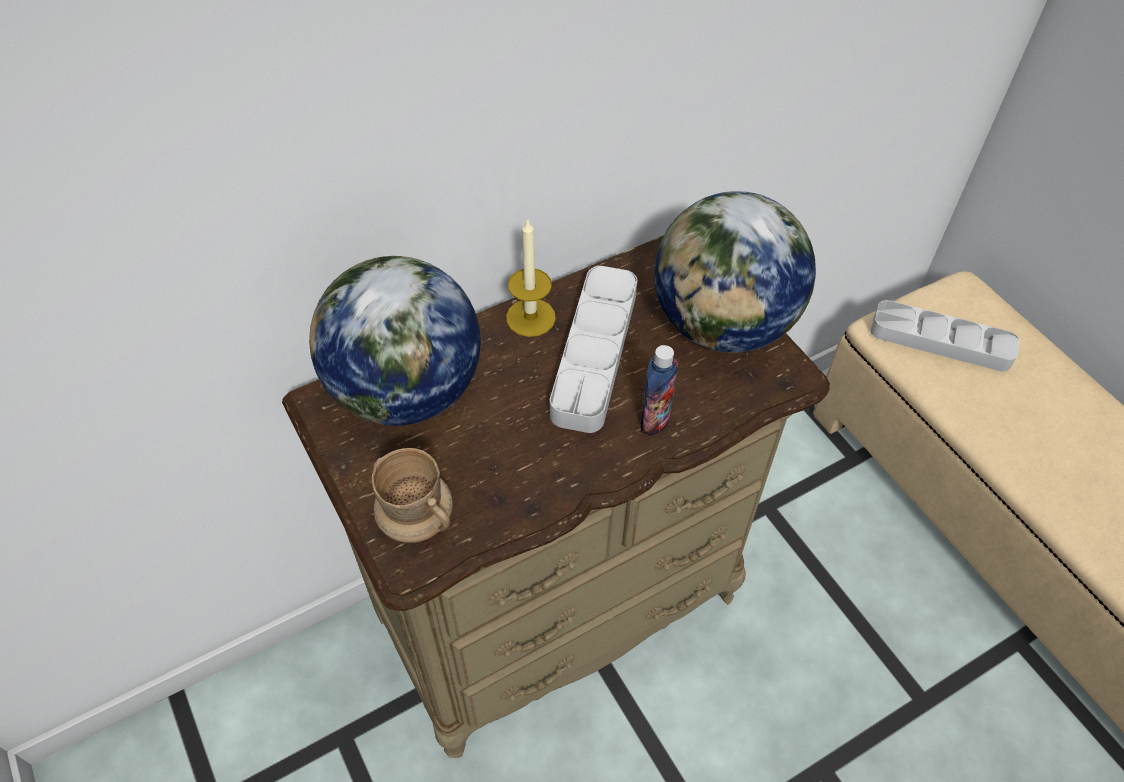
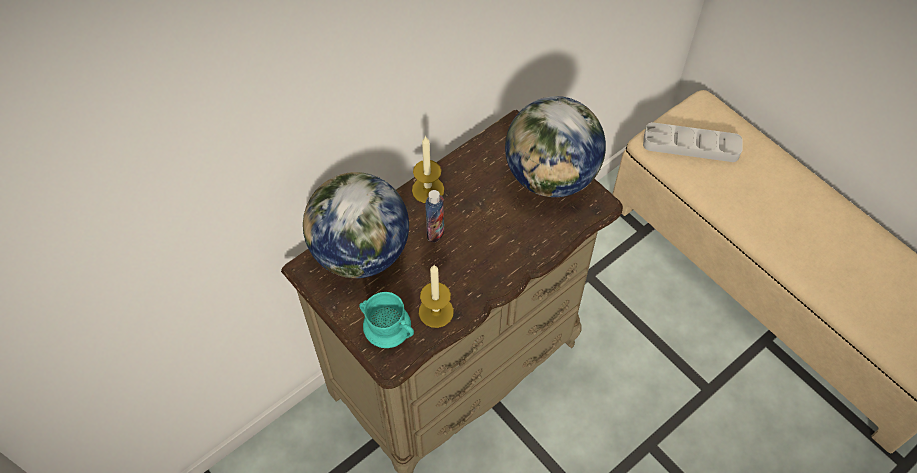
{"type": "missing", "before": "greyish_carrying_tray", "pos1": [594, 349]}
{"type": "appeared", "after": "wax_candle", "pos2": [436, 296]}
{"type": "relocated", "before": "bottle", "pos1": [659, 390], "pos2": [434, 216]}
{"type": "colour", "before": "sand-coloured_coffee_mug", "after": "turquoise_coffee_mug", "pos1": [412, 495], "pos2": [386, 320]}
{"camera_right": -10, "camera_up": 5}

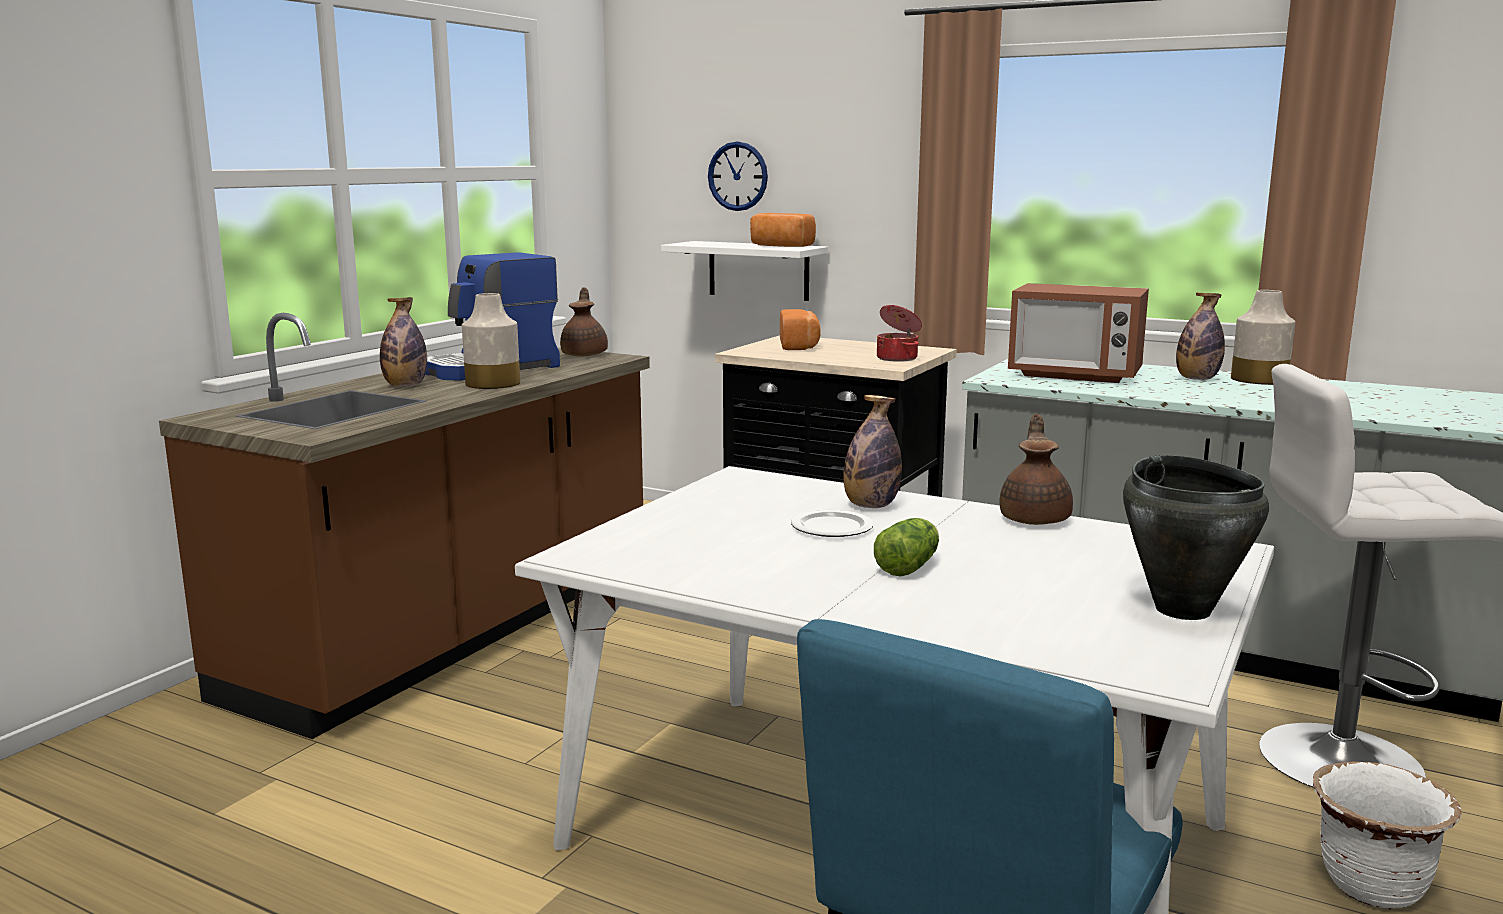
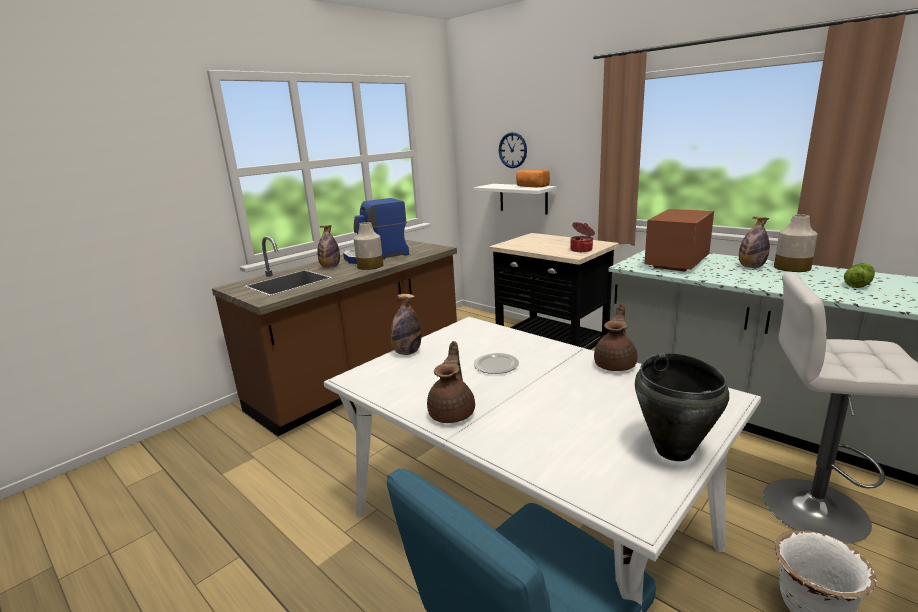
{"type": "missing", "before": "baked_bread", "pos1": [800, 329]}
{"type": "relocated", "before": "brown_tea_pot", "pos1": [584, 321], "pos2": [451, 382]}
{"type": "relocated", "before": "bottle", "pos1": [872, 451], "pos2": [405, 324]}
{"type": "relocated", "before": "head_of_lettuce", "pos1": [906, 547], "pos2": [859, 275]}
{"type": "spun", "before": "kitchen_microwave", "pos1": [1078, 333], "pos2": [679, 240], "turn": 90}
{"camera_right": 15, "camera_up": 5}

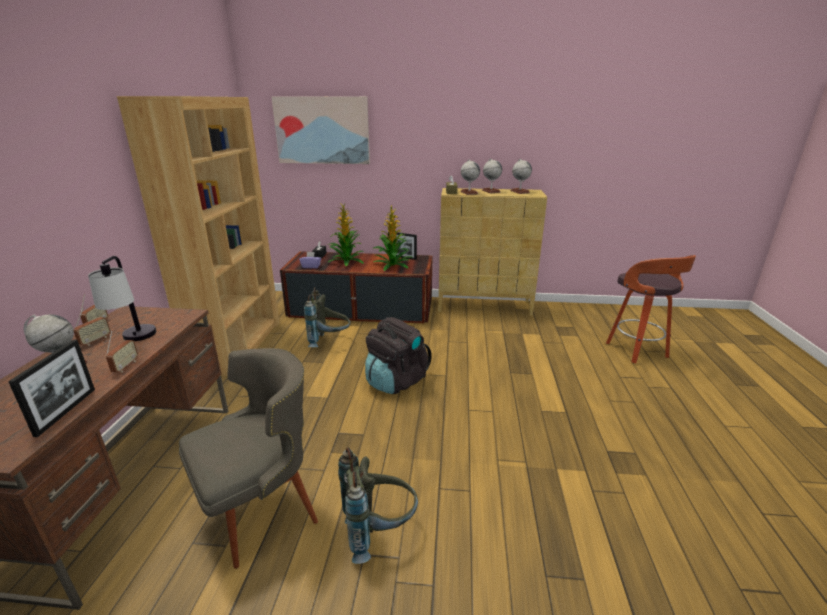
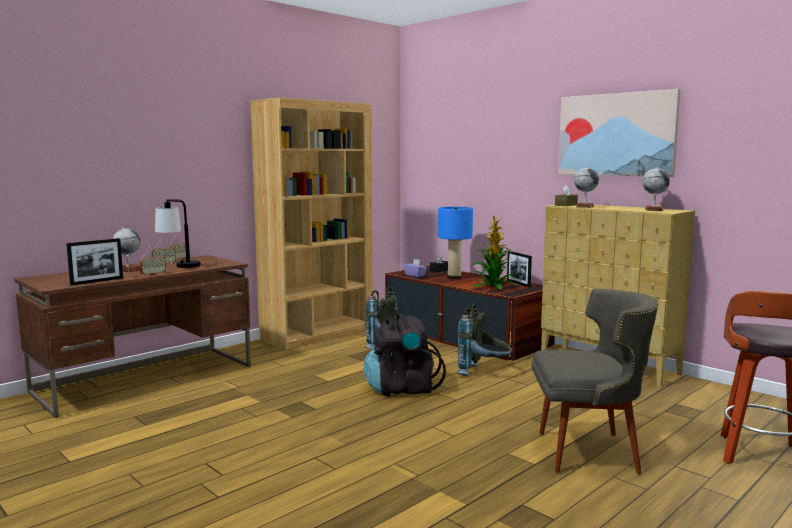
{"type": "missing", "before": "desk_globe", "pos1": [492, 175]}
{"type": "relocated", "before": "greyish_chair", "pos1": [248, 458], "pos2": [595, 381]}
{"type": "relocated", "before": "wall_art", "pos1": [320, 130], "pos2": [619, 133]}
{"type": "relocated", "before": "greyish_rucksack", "pos1": [378, 505], "pos2": [484, 339]}
{"type": "exchanged", "before": "houseplant", "after": "bluish_lamp_for_a_table", "pos1": [346, 234], "pos2": [455, 243]}
{"camera_right": 40, "camera_up": -15}

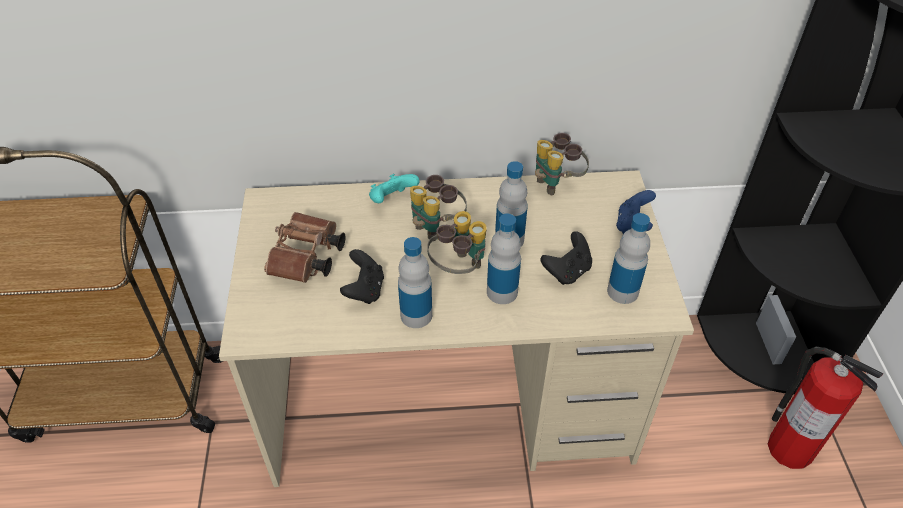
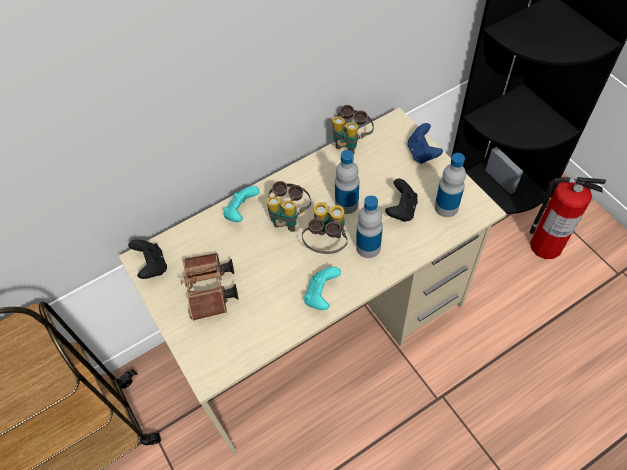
{"type": "relocated", "before": "blackish_joypad", "pos1": [362, 276], "pos2": [147, 259]}
{"type": "exchanged", "before": "bottle", "after": "turquoise_joypad", "pos1": [415, 282], "pos2": [322, 288]}
{"camera_right": -25, "camera_up": 10}

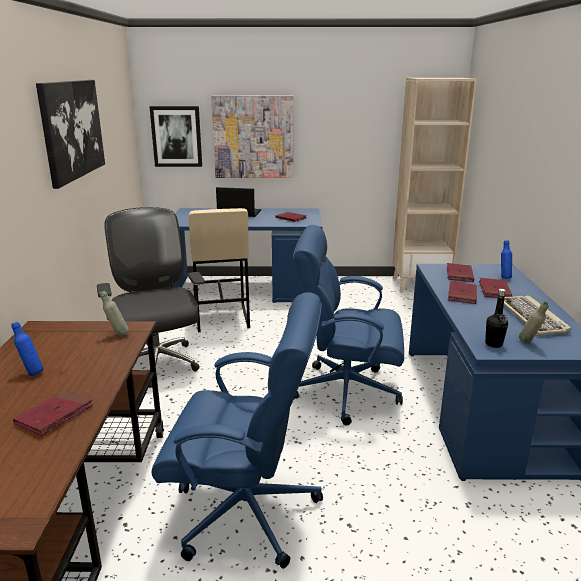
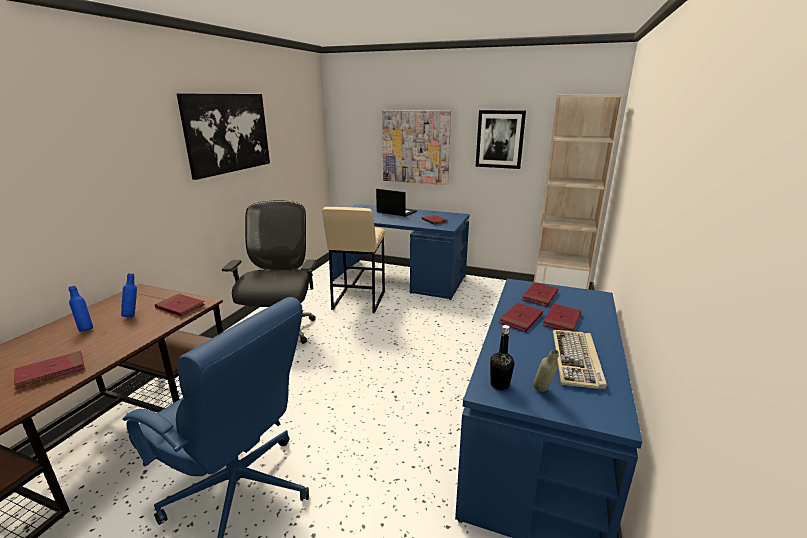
{"type": "missing", "before": "bluish_computer_chair", "pos1": [348, 325]}
{"type": "relocated", "before": "wall_art", "pos1": [176, 136], "pos2": [501, 139]}
{"type": "relocated", "before": "bluish_bottle", "pos1": [506, 259], "pos2": [129, 295]}
{"type": "exchanged", "before": "greyish_bottle", "after": "red-coloured_bound_book", "pos1": [114, 314], "pos2": [180, 305]}
{"camera_right": 20, "camera_up": 0}

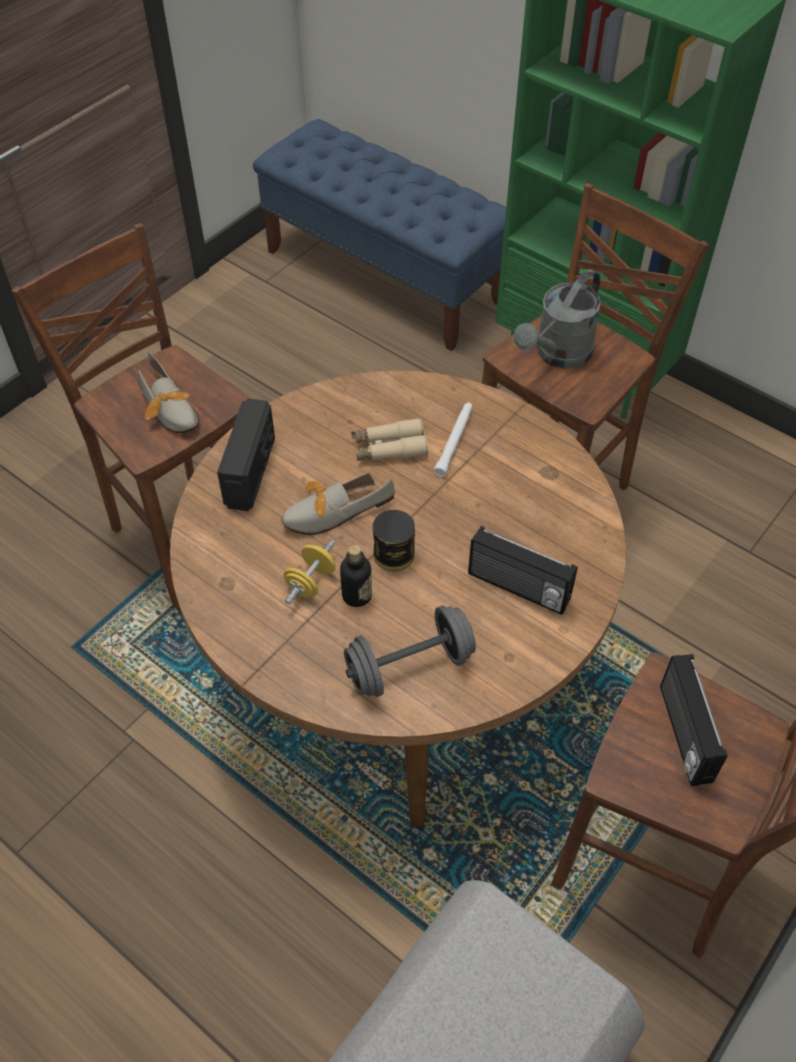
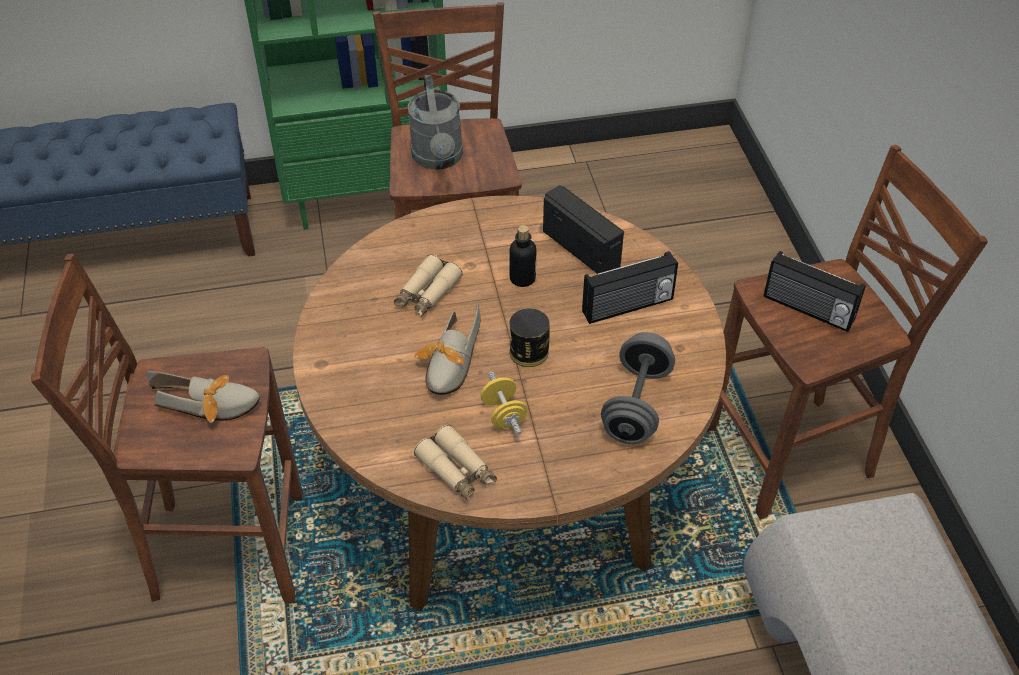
{"type": "missing", "before": "whitish_hand_torch", "pos1": [453, 439]}
{"type": "appeared", "after": "sand-coloured_pair_of_binoculars", "pos2": [455, 463]}
{"type": "relocated", "before": "radio_receiver", "pos1": [246, 454], "pos2": [583, 229]}
{"type": "relocated", "before": "bottle", "pos1": [356, 576], "pos2": [523, 256]}
{"camera_right": -50, "camera_up": -5}

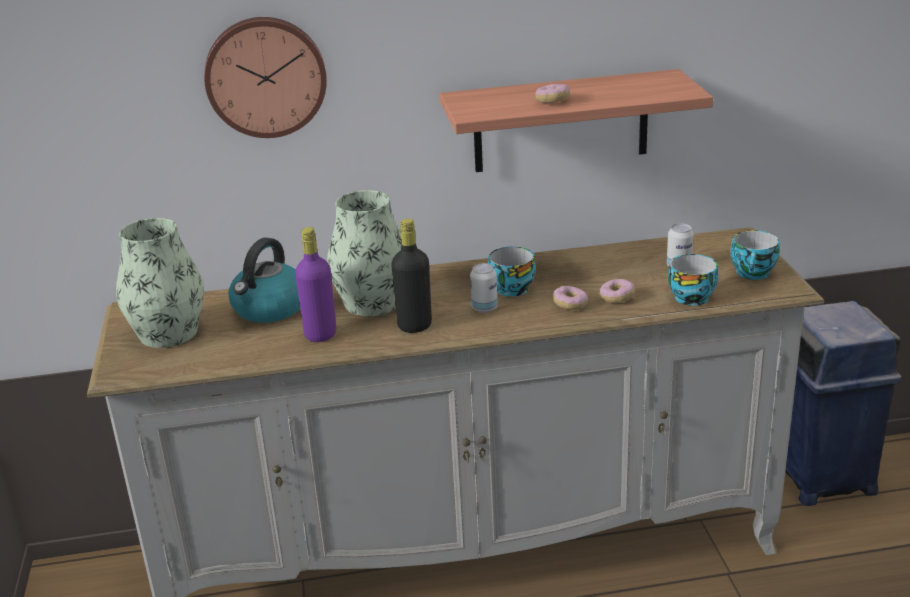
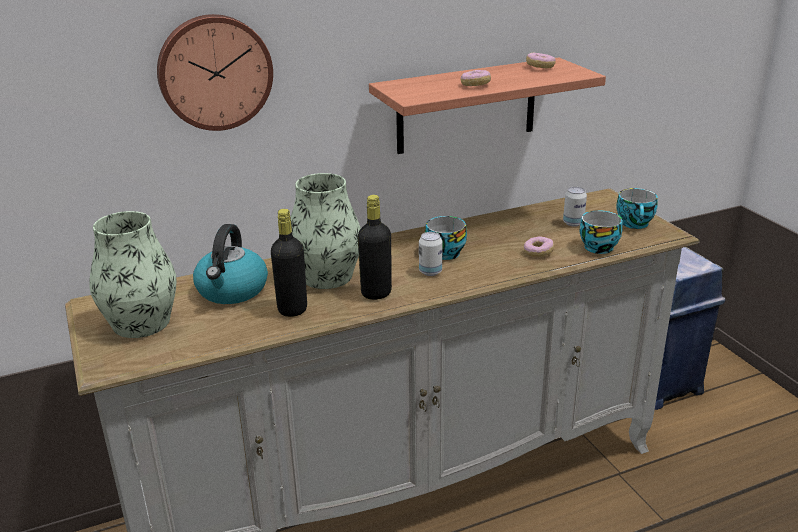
{"type": "relocated", "before": "ring_doughnut", "pos1": [570, 298], "pos2": [541, 61]}
{"type": "colour", "before": "purplish_bottle", "after": "blackish_bottle", "pos1": [315, 284], "pos2": [289, 263]}
{"camera_right": -15, "camera_up": 0}

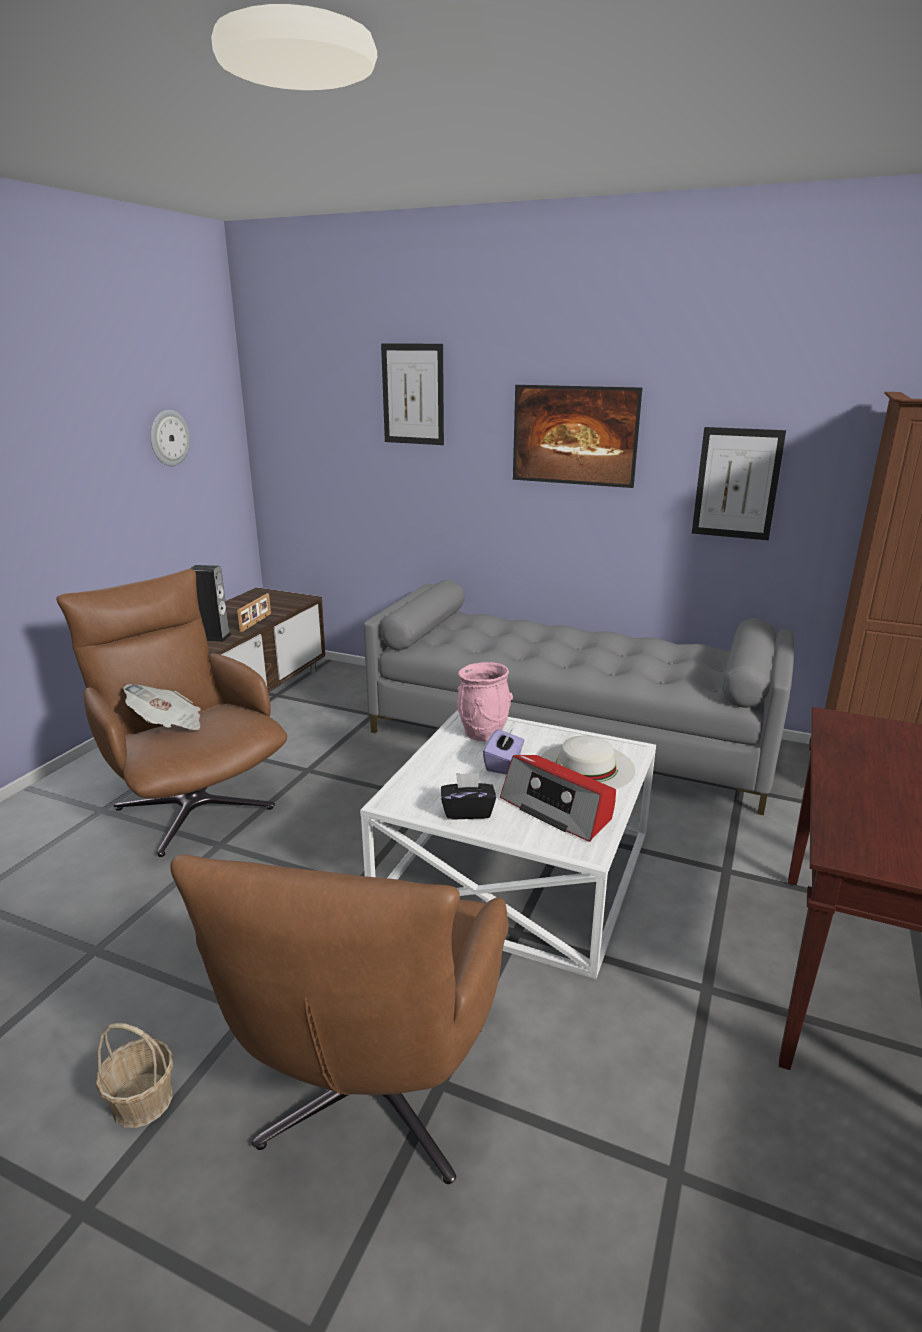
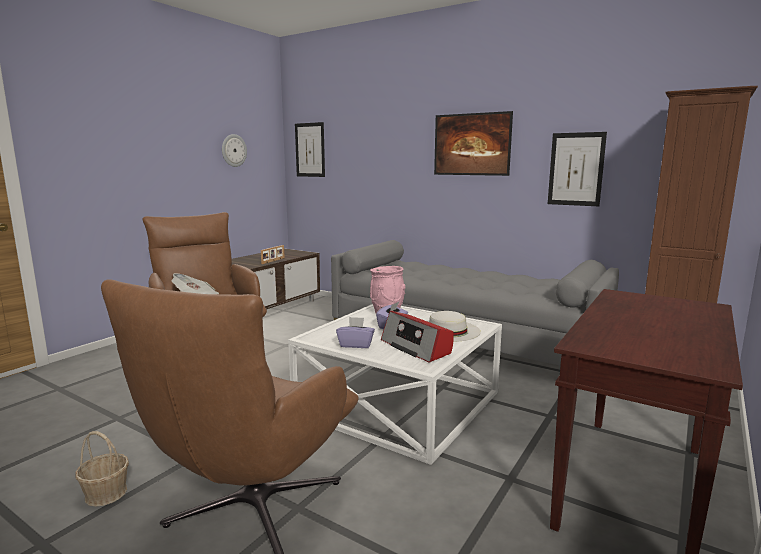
{"type": "missing", "before": "audio_speaker", "pos1": [211, 603]}
{"type": "relocated", "before": "wall_art", "pos1": [412, 394], "pos2": [310, 149]}
{"type": "colour", "before": "blackish_tissue_box", "after": "purplish_tissue_box", "pos1": [468, 796], "pos2": [355, 332]}
{"camera_right": 10, "camera_up": -10}

